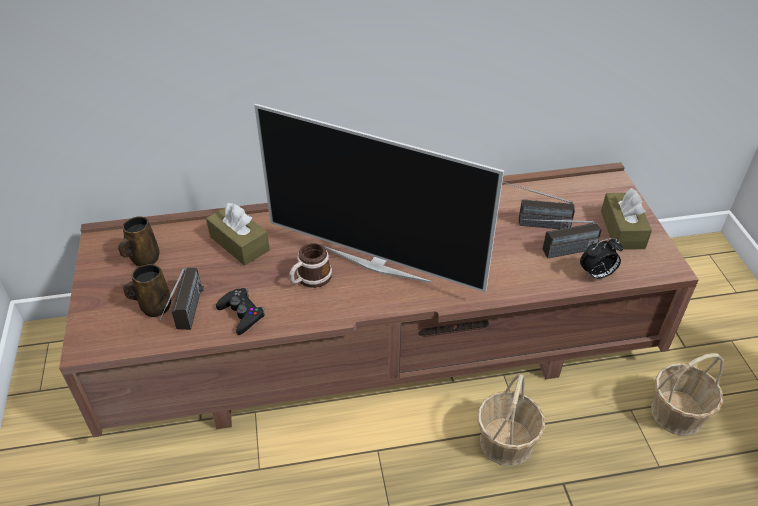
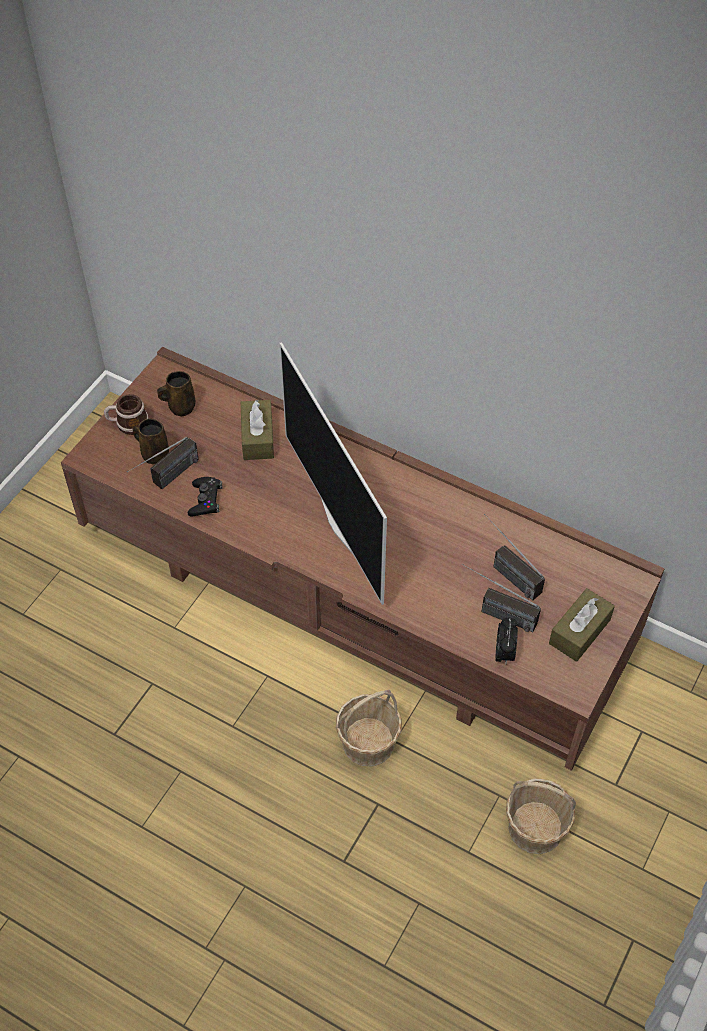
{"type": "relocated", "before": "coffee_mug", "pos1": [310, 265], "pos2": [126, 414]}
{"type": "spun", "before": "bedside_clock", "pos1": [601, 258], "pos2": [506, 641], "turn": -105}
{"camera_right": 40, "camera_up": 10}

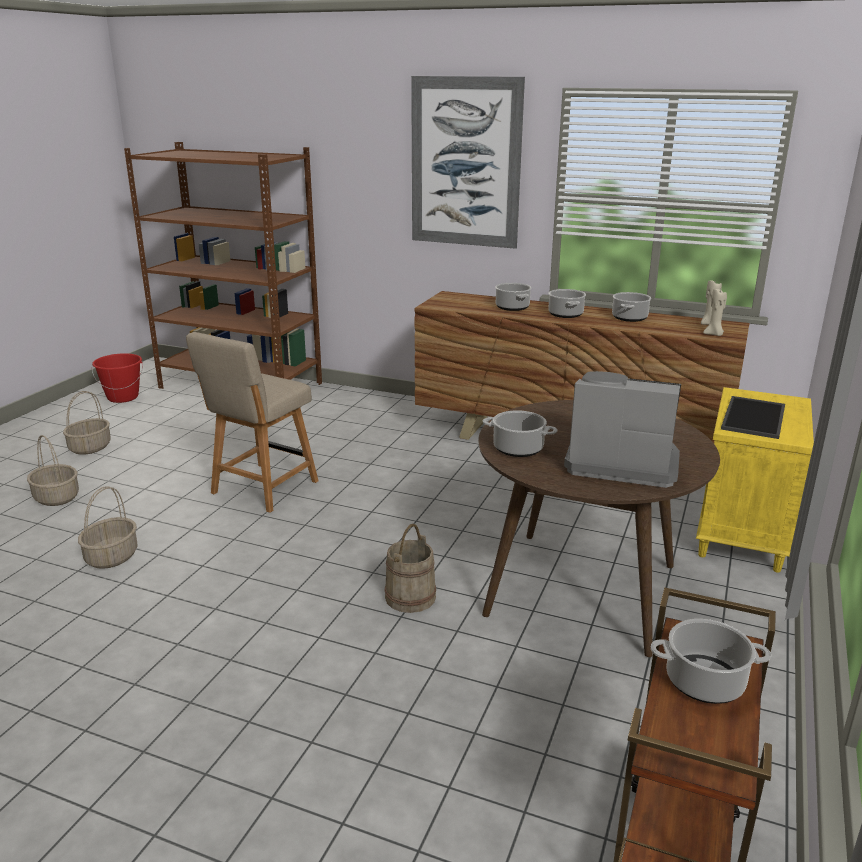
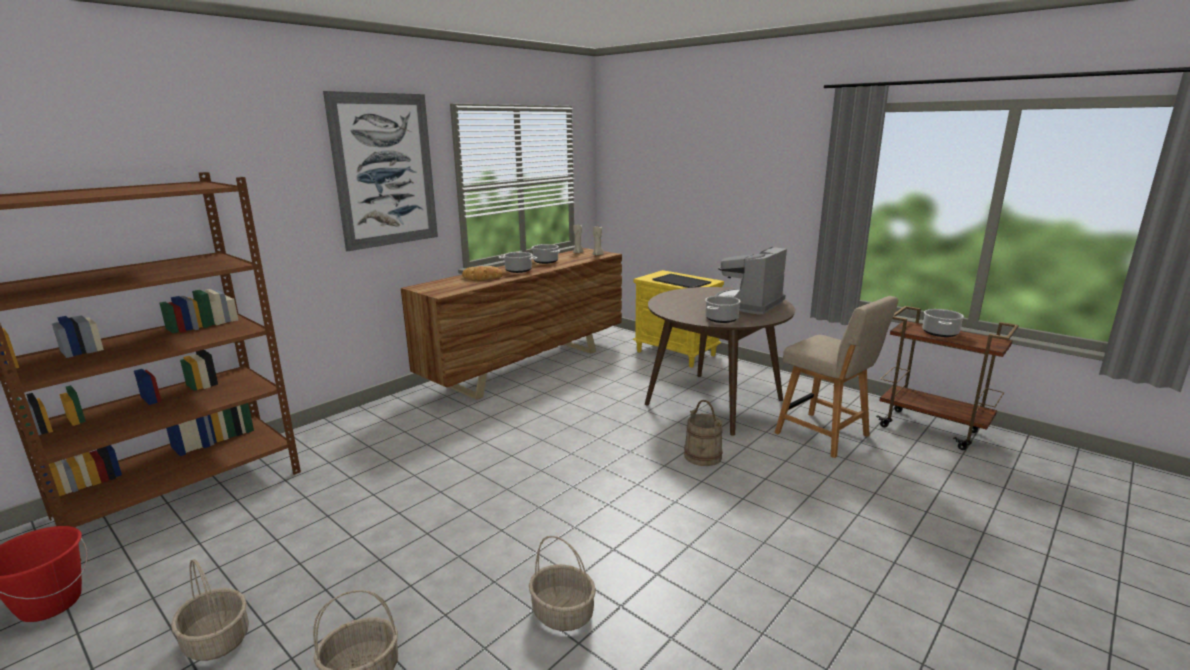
{"type": "relocated", "before": "sand-coloured_chair", "pos1": [252, 422], "pos2": [836, 377]}
{"type": "exchanged", "before": "stockpot", "after": "baked_bread", "pos1": [513, 297], "pos2": [482, 273]}
{"camera_right": -70, "camera_up": -5}

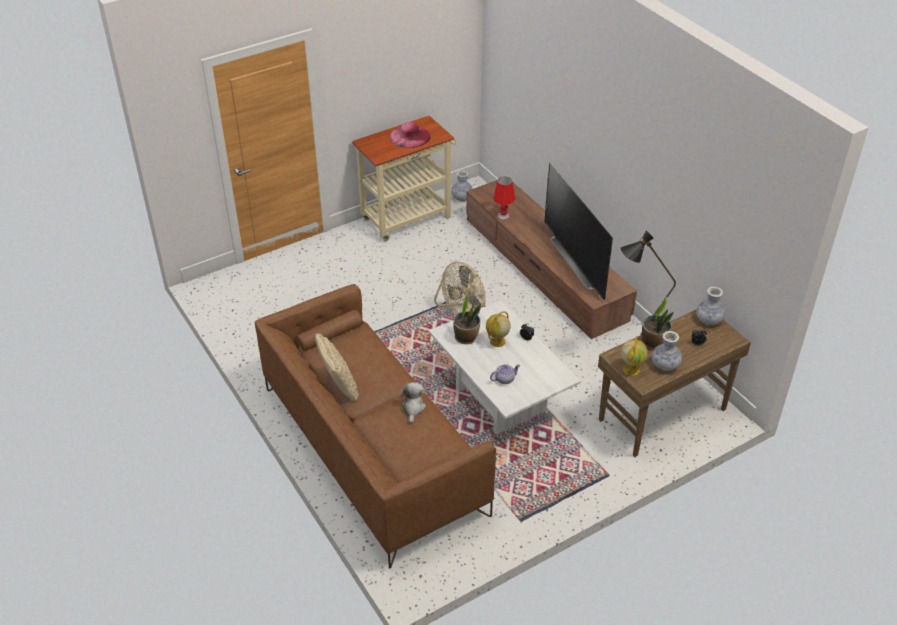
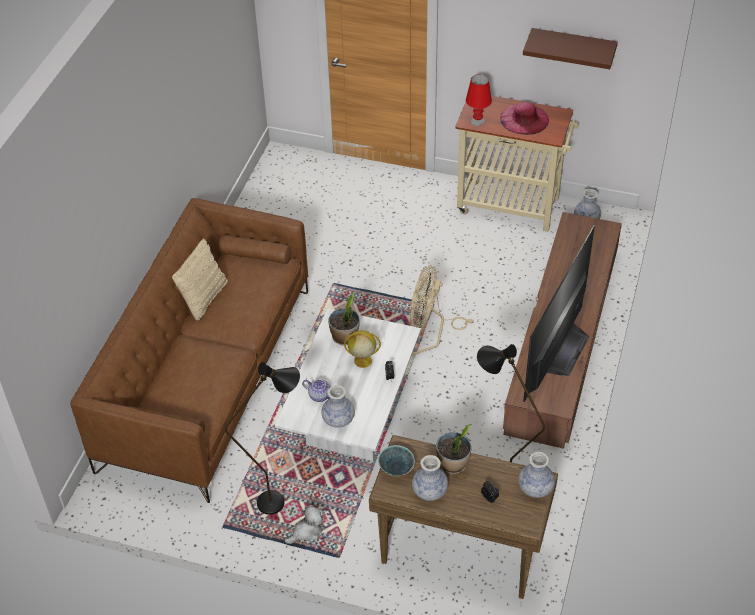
{"type": "appeared", "after": "blackish_standard_lamp", "pos2": [262, 438]}
{"type": "appeared", "after": "vase", "pos2": [338, 406]}
{"type": "appeared", "after": "brown_bracket_shelf", "pos2": [570, 48]}
{"type": "relocated", "before": "soft_toy", "pos1": [413, 403], "pos2": [304, 524]}
{"type": "relocated", "before": "red-coloured_lamp_for_a_table", "pos1": [504, 198], "pos2": [479, 100]}
{"type": "exchanged", "before": "desk_globe", "after": "bowl", "pos1": [634, 356], "pos2": [396, 460]}
{"camera_right": 50, "camera_up": 5}

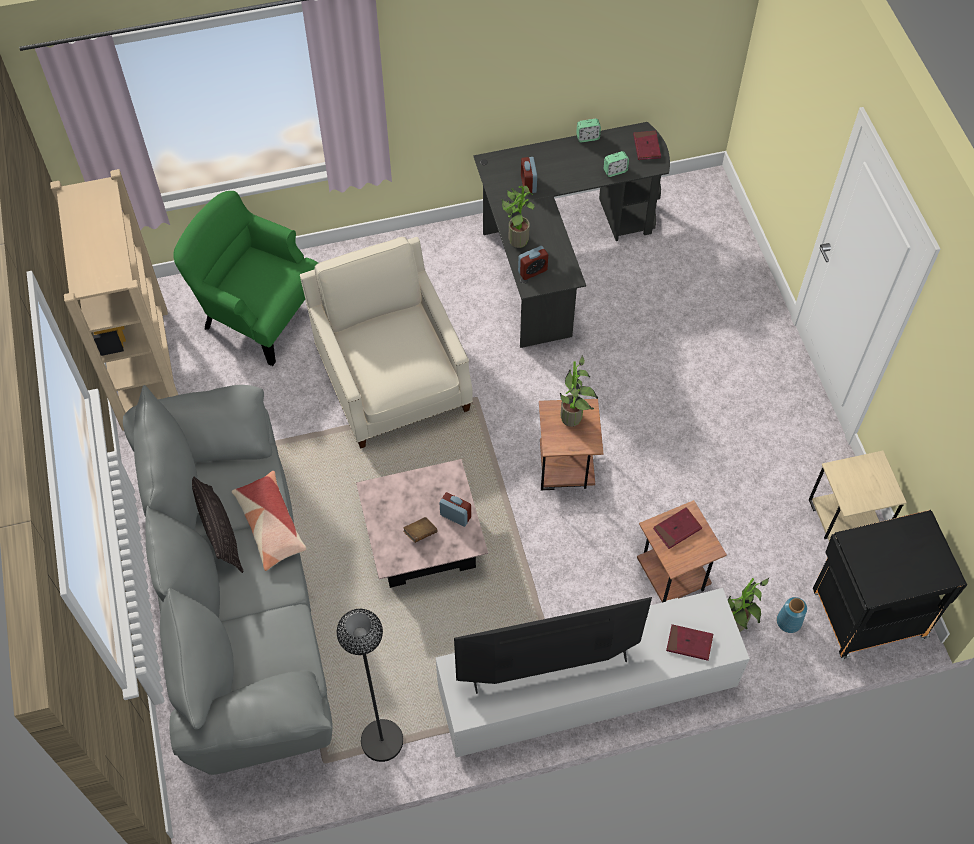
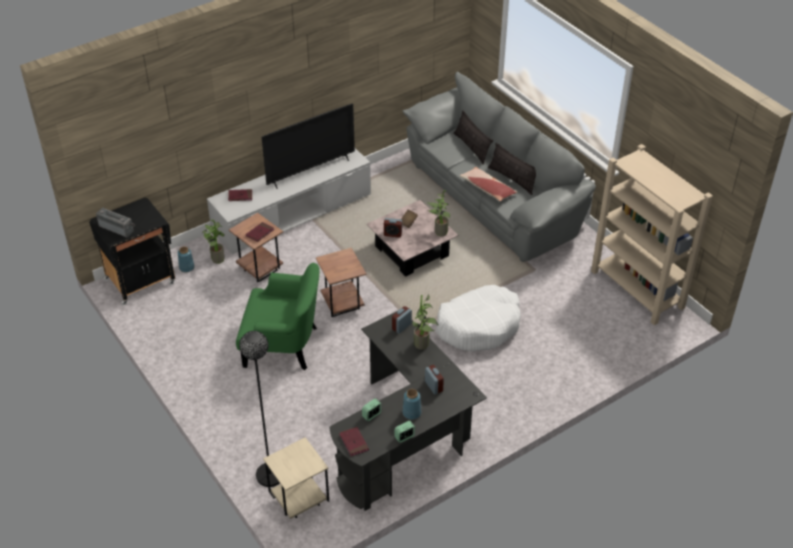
{"type": "appeared", "after": "radio_receiver", "pos2": [115, 222]}
{"type": "appeared", "after": "bluish_vase", "pos2": [411, 404]}
{"type": "appeared", "after": "throw_pillow", "pos2": [473, 138]}
{"type": "relocated", "before": "green-coloured_lounge_chair", "pos1": [245, 278], "pos2": [277, 316]}
{"type": "relocated", "before": "blackish_standard_lamp", "pos1": [370, 685], "pos2": [259, 409]}
{"type": "relocated", "before": "houseplant", "pos1": [579, 391], "pos2": [438, 213]}
{"type": "relocated", "before": "sand-coloured_end_table", "pos1": [858, 496], "pos2": [296, 478]}
{"type": "exchanged", "before": "sand-coloured_lounge_chair", "after": "whitish_pet_bed", "pos1": [386, 343], "pos2": [478, 318]}
{"camera_right": 160, "camera_up": -15}

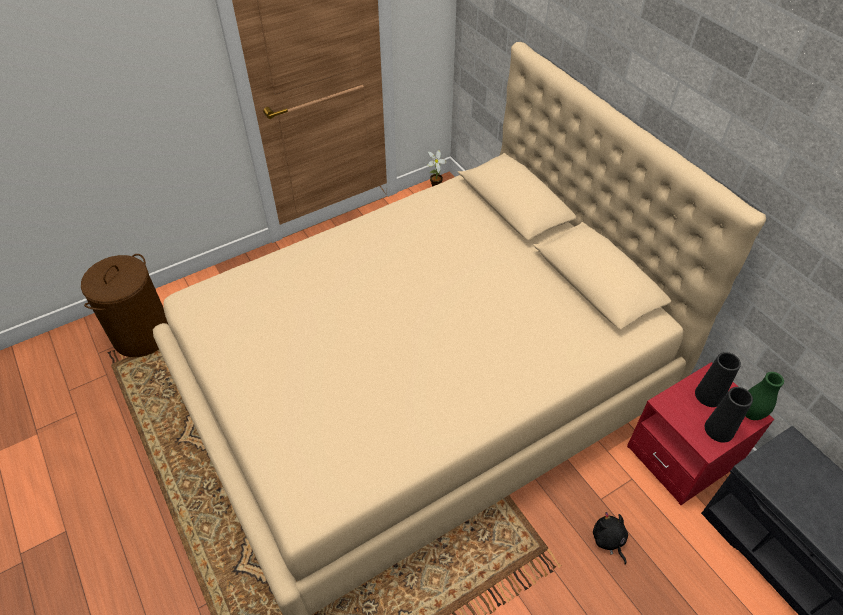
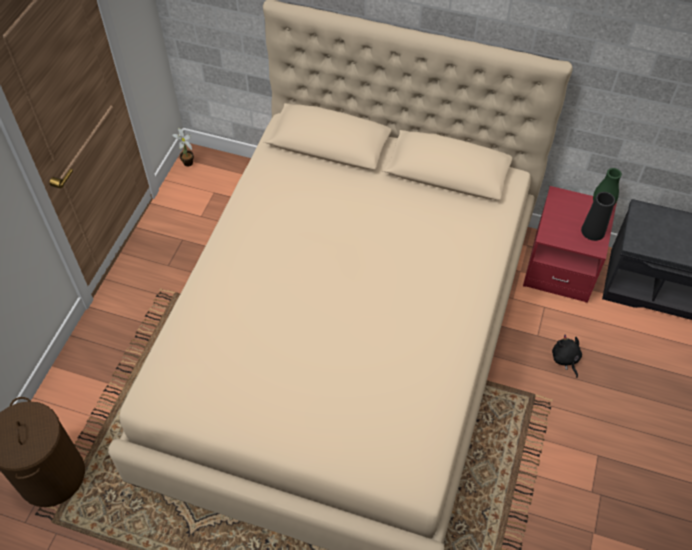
{"type": "missing", "before": "blackish_vase", "pos1": [718, 379]}
{"type": "spun", "before": "blackish_soft_toy", "pos1": [610, 538], "pos2": [567, 356], "turn": 45}
{"camera_right": -40, "camera_up": 5}

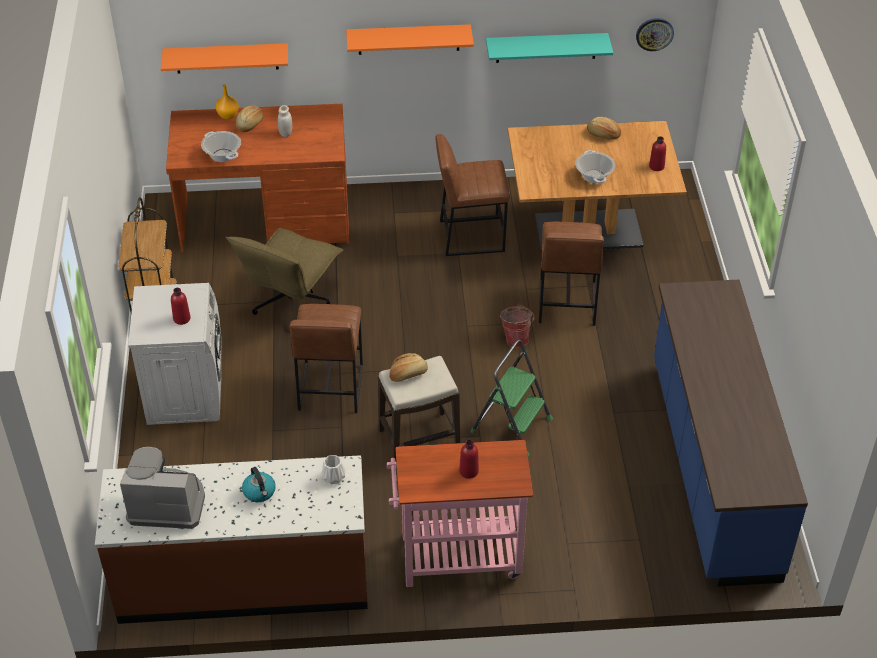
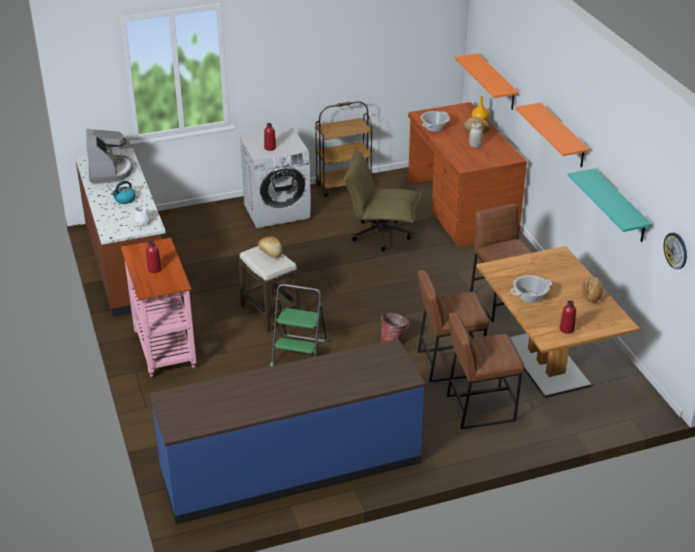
{"type": "relocated", "before": "brown_chair", "pos1": [326, 358], "pos2": [485, 370]}
{"camera_right": 75, "camera_up": -10}

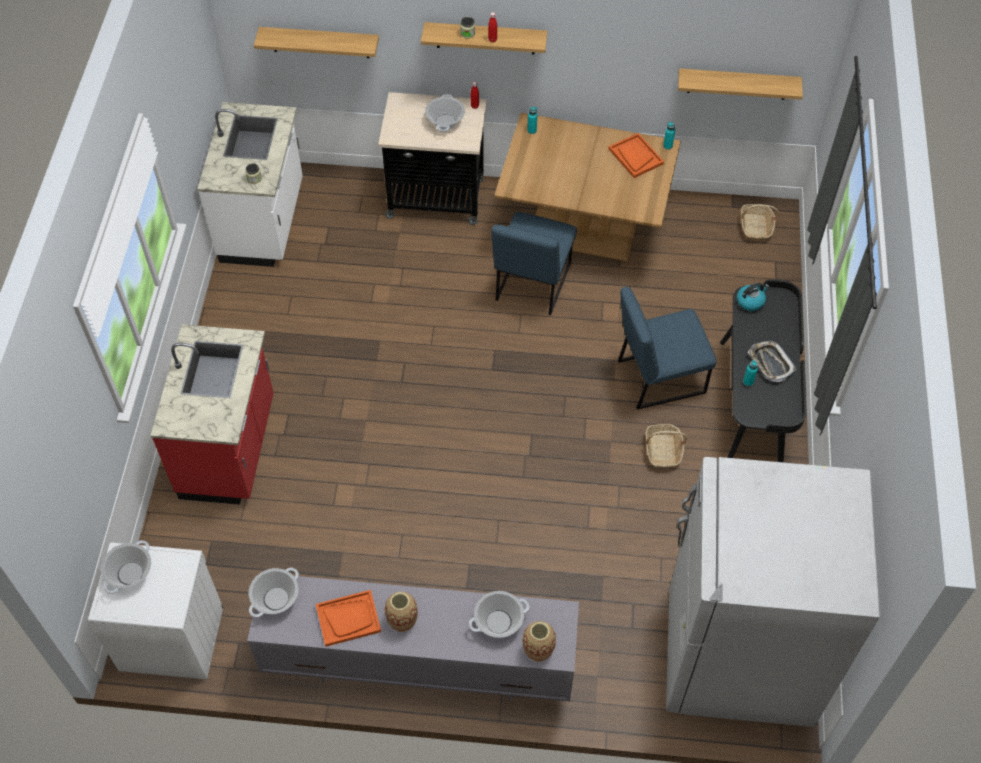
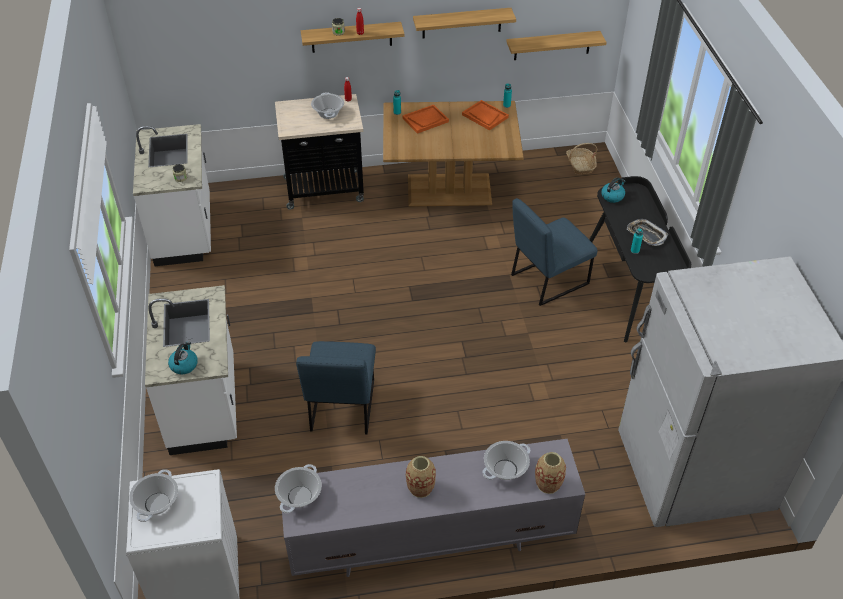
{"type": "missing", "before": "storage_basket", "pos1": [666, 445]}
{"type": "appeared", "after": "water_kettle", "pos2": [183, 357]}
{"type": "relocated", "before": "bracket_shelf", "pos1": [316, 42], "pos2": [464, 23]}
{"type": "relocated", "before": "orange_carrying_tray", "pos1": [348, 618], "pos2": [425, 119]}
{"type": "relocated", "before": "bluish_chair", "pos1": [534, 263], "pos2": [336, 387]}
{"type": "colour", "before": "red-coloured_counter", "after": "whitish_counter", "pos1": [212, 414], "pos2": [191, 370]}
{"camera_right": -15, "camera_up": -10}

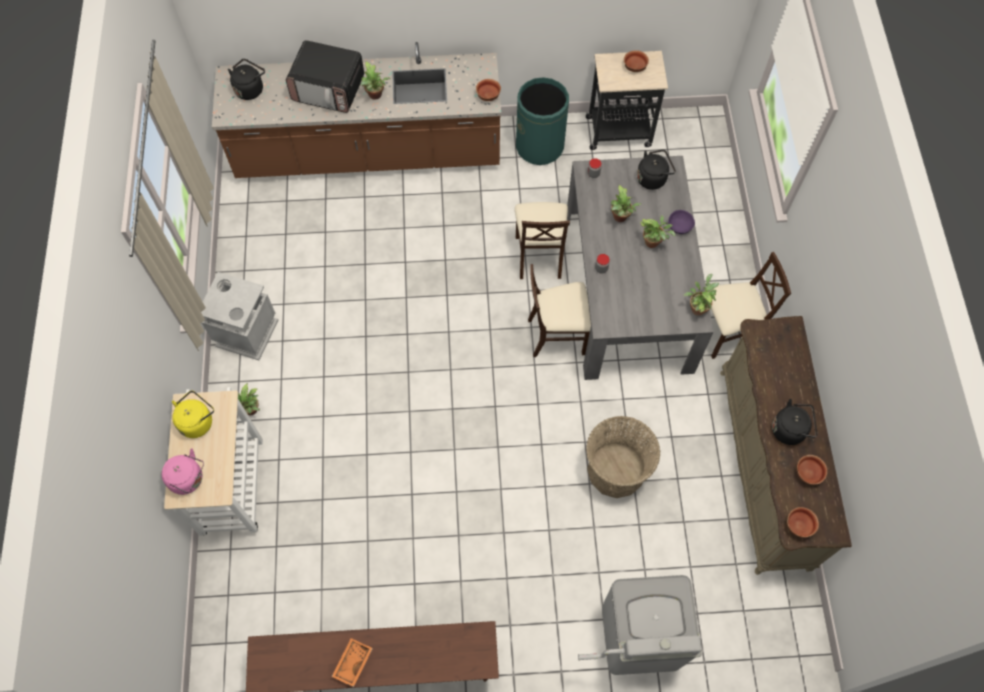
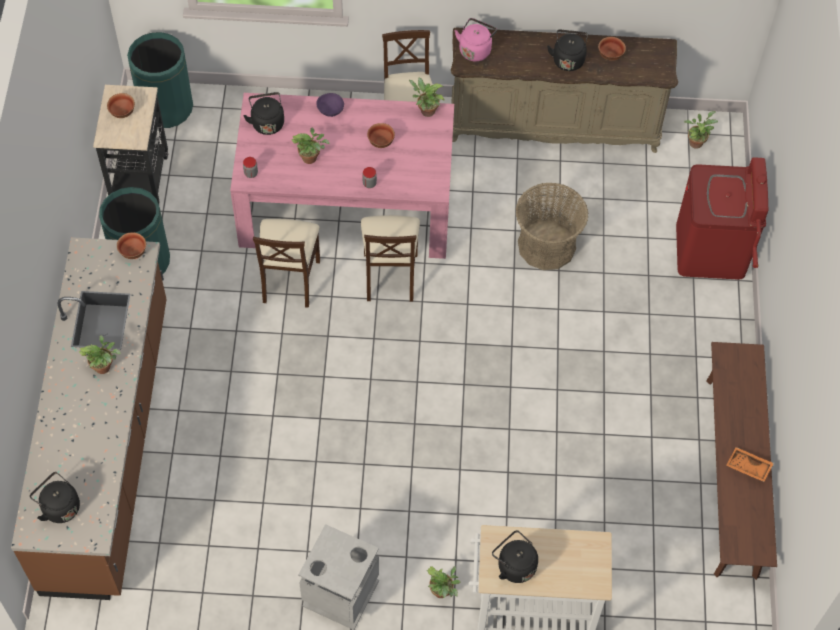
{"type": "missing", "before": "kitchen_microwave", "pos1": [325, 76]}
{"type": "appeared", "after": "green-coloured_rubbish_bin", "pos2": [160, 80]}
{"type": "relocated", "before": "pinkish_water_kettle", "pos1": [183, 471], "pos2": [476, 39]}
{"type": "relocated", "before": "houseplant", "pos1": [657, 231], "pos2": [701, 130]}
{"type": "relocated", "before": "bowl", "pos1": [803, 522], "pos2": [381, 135]}
{"type": "colour", "before": "yellow_water_kettle", "after": "blackish_water_kettle", "pos1": [193, 414], "pos2": [515, 556]}
{"type": "colour", "before": "greyish_kitchen_table", "after": "pinkish_kitchen_table", "pos1": [640, 268], "pos2": [342, 176]}
{"type": "colour", "before": "greyish_laundry_appliance", "after": "red-coloured_laundry_appliance", "pos1": [640, 625], "pos2": [722, 218]}
{"type": "spun", "before": "sand-coloured_chair", "pos1": [542, 240], "pos2": [286, 263], "turn": 90}
{"camera_right": -85, "camera_up": -5}

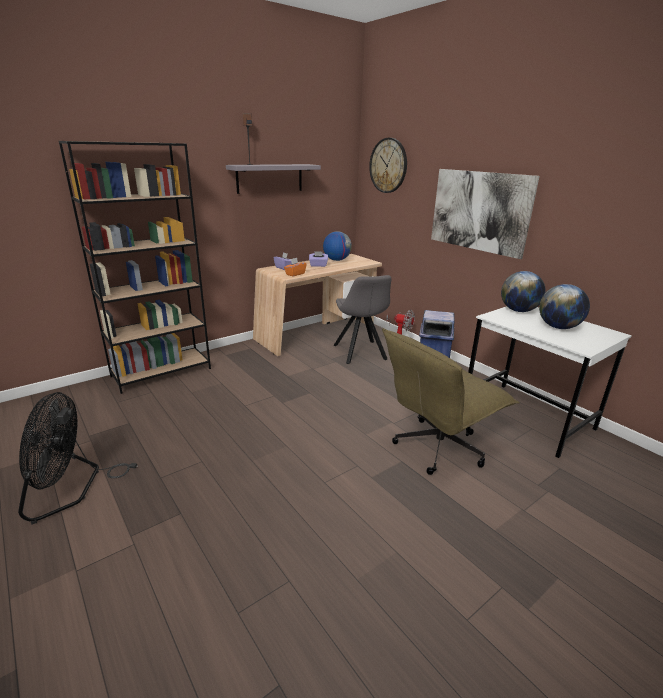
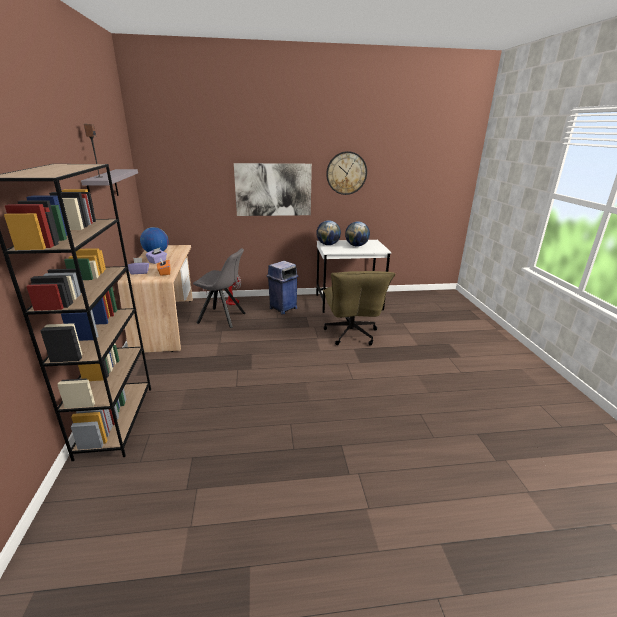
{"type": "missing", "before": "blackish_cooling_fan", "pos1": [78, 458]}
{"type": "relocated", "before": "clock_on_the_wall", "pos1": [388, 165], "pos2": [346, 173]}
{"camera_right": -60, "camera_up": 0}

